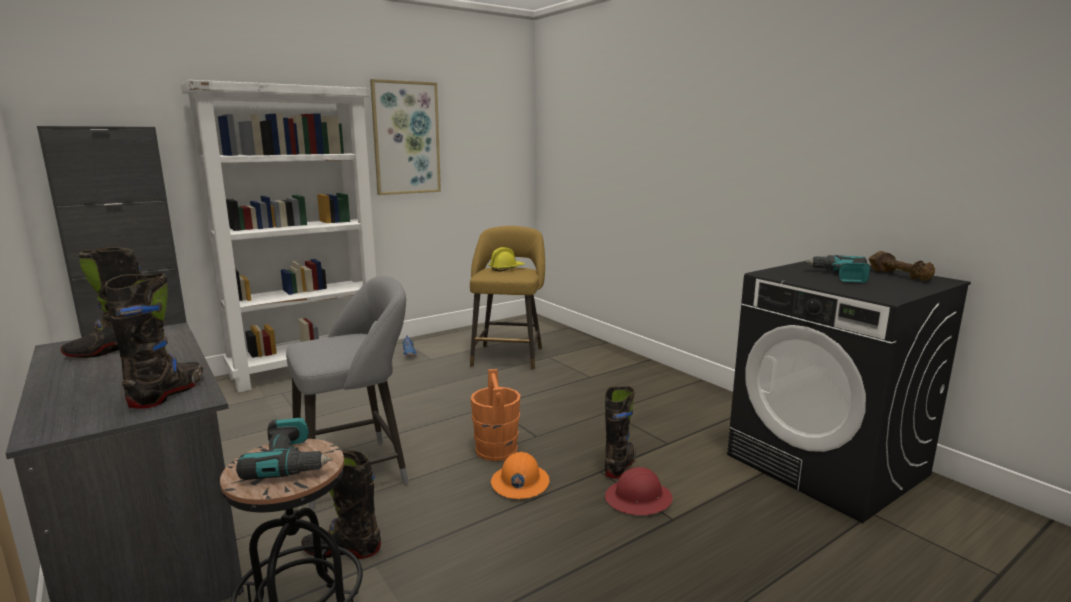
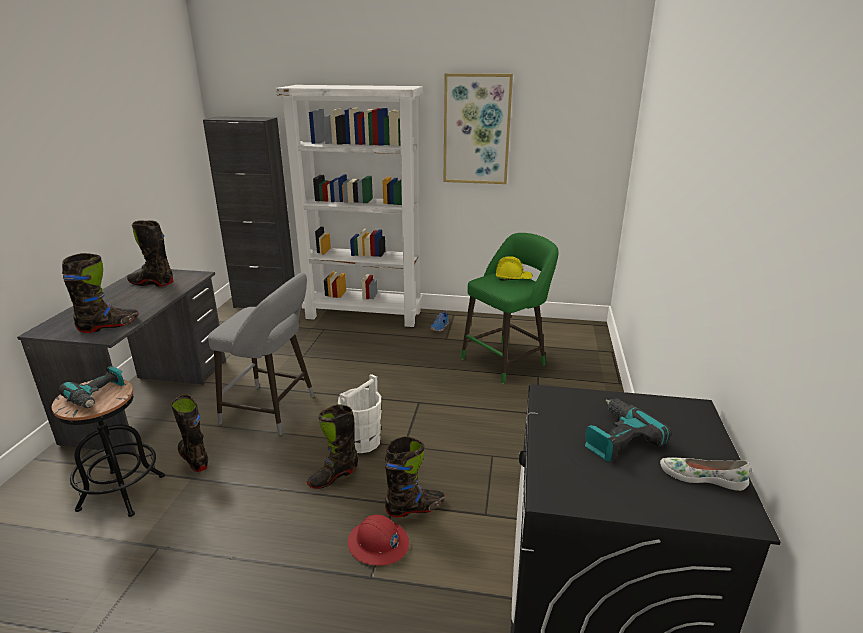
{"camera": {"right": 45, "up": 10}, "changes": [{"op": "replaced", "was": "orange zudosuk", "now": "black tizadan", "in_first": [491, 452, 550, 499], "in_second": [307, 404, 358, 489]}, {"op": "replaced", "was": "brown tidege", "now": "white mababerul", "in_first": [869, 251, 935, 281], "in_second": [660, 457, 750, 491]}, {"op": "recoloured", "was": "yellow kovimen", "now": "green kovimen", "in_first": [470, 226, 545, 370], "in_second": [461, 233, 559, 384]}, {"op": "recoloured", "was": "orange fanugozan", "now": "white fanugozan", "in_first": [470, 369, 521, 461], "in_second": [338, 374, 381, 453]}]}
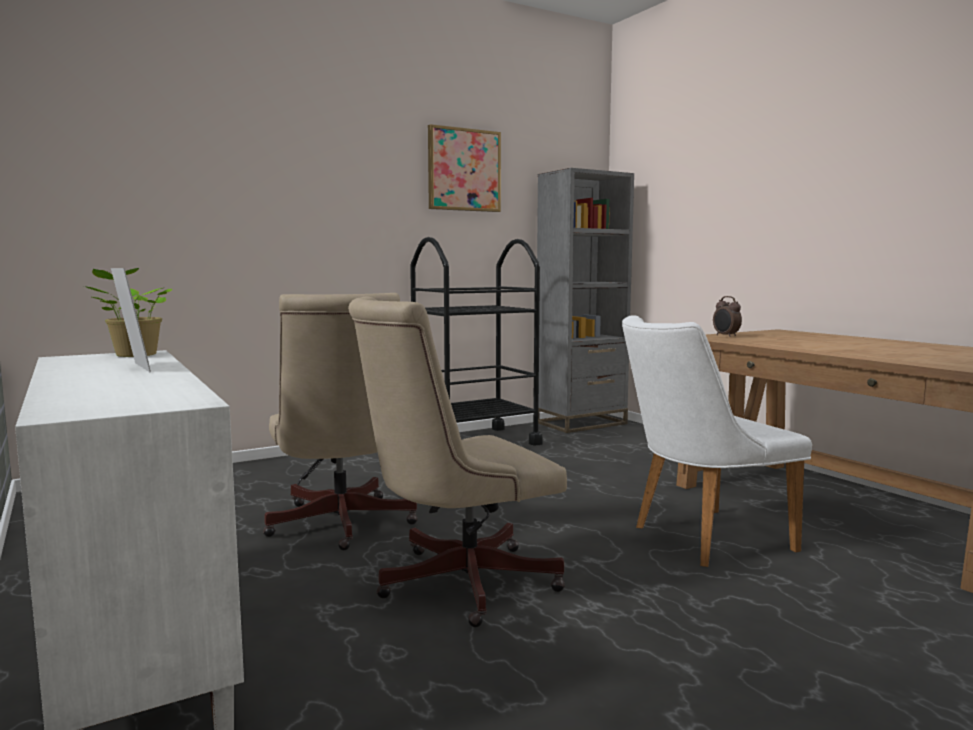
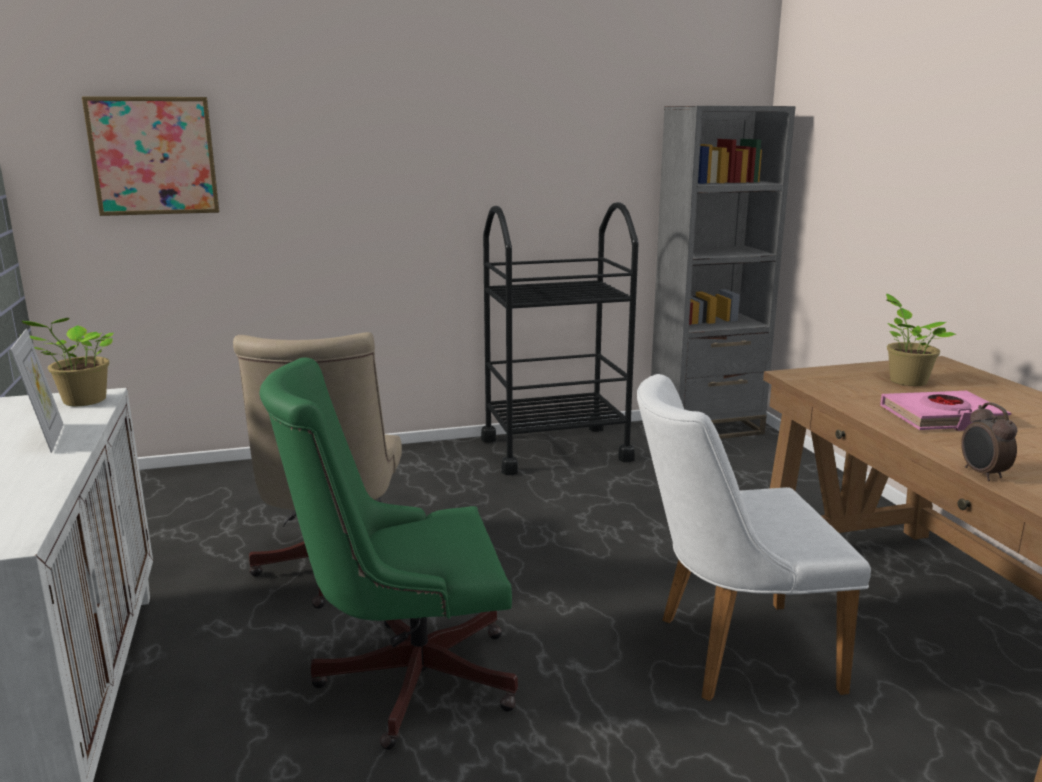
{"camera": {"right": 15, "up": 10}, "changes": [{"op": "added", "now": "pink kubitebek", "in_second": [880, 391, 1011, 431]}, {"op": "added", "now": "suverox", "in_second": [886, 294, 956, 386]}, {"op": "moved", "was": "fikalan", "in_first": [428, 124, 501, 212], "in_second": [82, 96, 219, 216]}, {"op": "moved", "was": "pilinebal", "in_first": [713, 296, 742, 337], "in_second": [961, 403, 1017, 481]}, {"op": "recoloured", "was": "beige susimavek", "now": "green susimavek", "in_first": [348, 296, 567, 627], "in_second": [259, 357, 518, 750]}]}
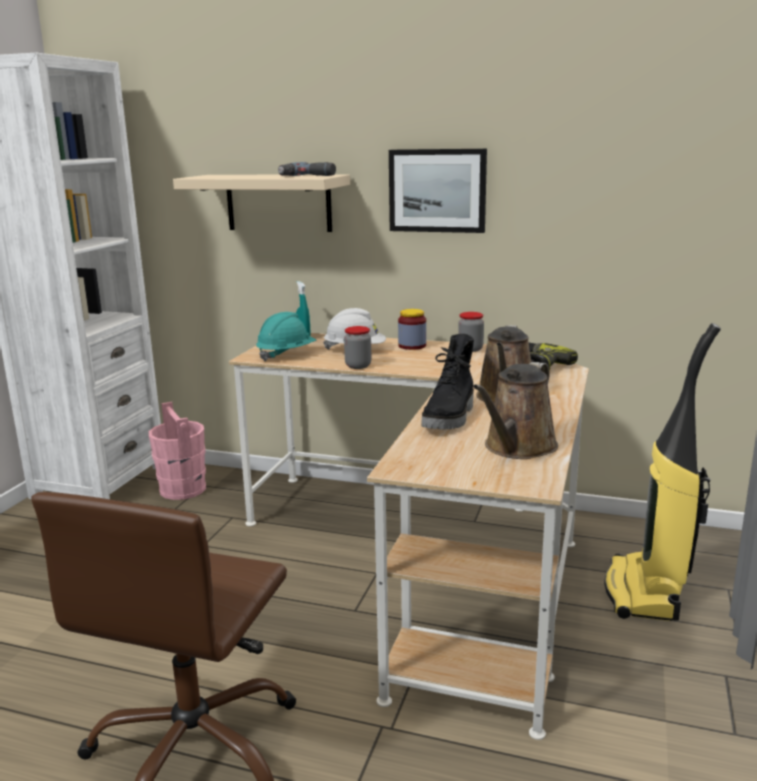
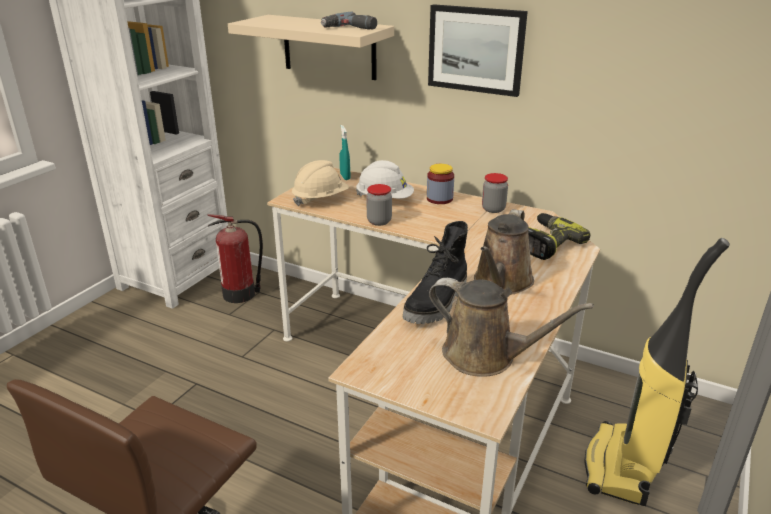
{"camera": {"right": 10, "up": 10}, "changes": [{"op": "replaced", "was": "pink fanugozan", "now": "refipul", "in_first": [149, 402, 206, 500], "in_second": [207, 214, 263, 303]}, {"op": "recoloured", "was": "turquoise zudosuk", "now": "beige zudosuk", "in_first": [256, 312, 316, 361], "in_second": [292, 160, 349, 206]}, {"op": "turned", "was": "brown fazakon", "in_first": [473, 362, 558, 459], "in_second": [429, 278, 594, 377], "clockwise": -105}]}
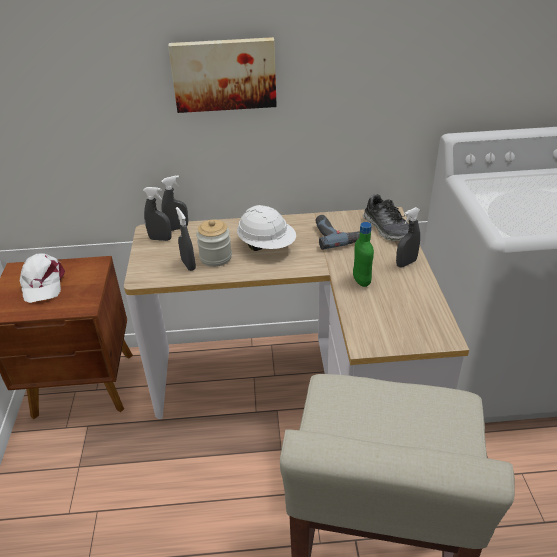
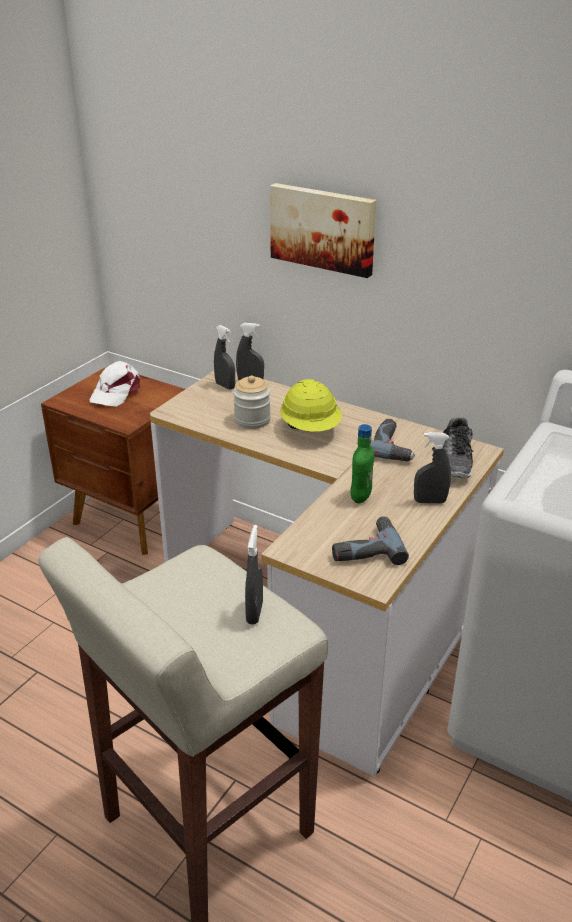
{"camera": {"right": 35, "up": -5}, "changes": [{"op": "added", "now": "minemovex", "in_second": [332, 516, 409, 565]}, {"op": "moved", "was": "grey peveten", "in_first": [176, 207, 196, 271], "in_second": [245, 525, 263, 625]}, {"op": "recoloured", "was": "white zudosuk", "now": "yellow zudosuk", "in_first": [237, 205, 296, 251], "in_second": [280, 379, 342, 432]}]}
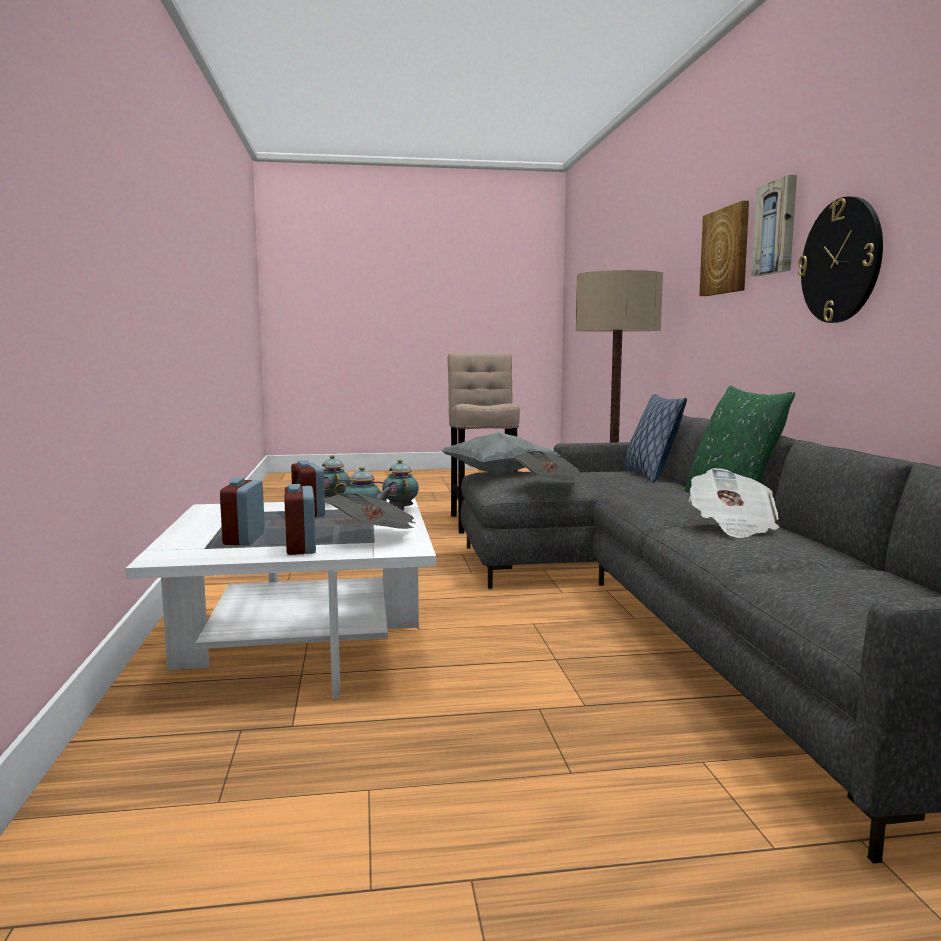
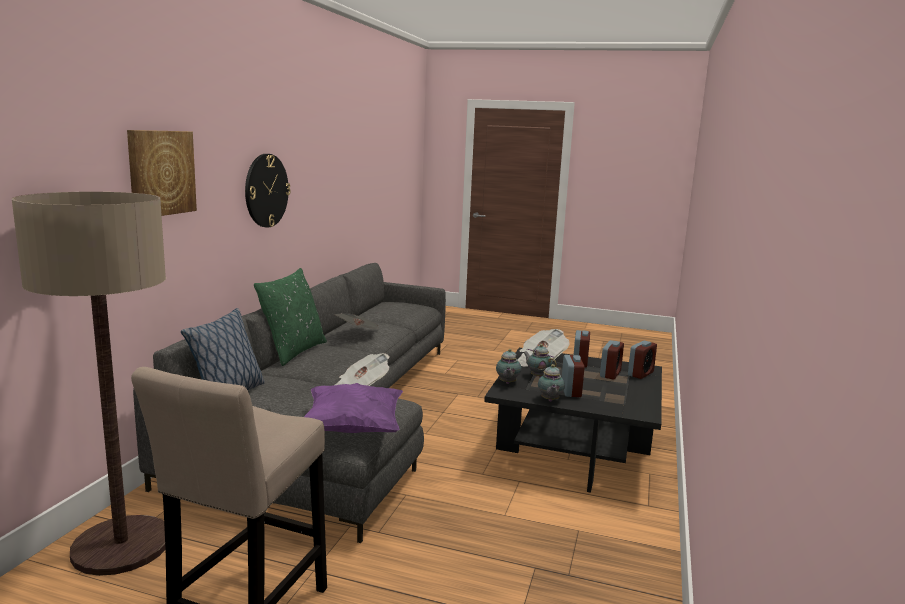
{"camera": {"right": -155, "up": 5}, "changes": [{"op": "removed", "was": "fikalan", "in_first": [751, 175, 797, 276]}, {"op": "added", "now": "pilinebal", "in_second": [628, 341, 657, 379]}, {"op": "recoloured", "was": "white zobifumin", "now": "black zobifumin", "in_first": [125, 498, 436, 699], "in_second": [484, 348, 662, 493]}, {"op": "recoloured", "was": "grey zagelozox", "now": "purple zagelozox", "in_first": [441, 433, 561, 475], "in_second": [304, 383, 403, 433]}]}
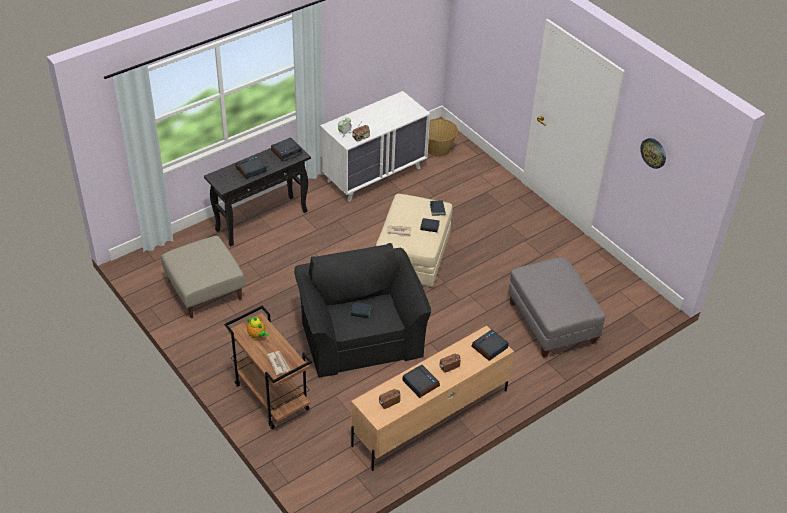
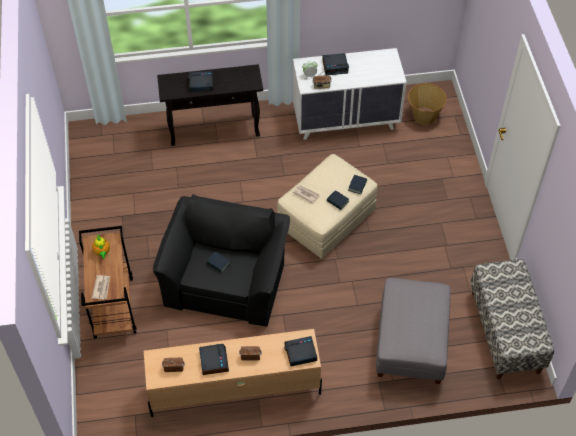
{"camera": {"right": 30, "up": 10}, "changes": [{"op": "removed", "was": "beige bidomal", "in_first": [161, 236, 245, 318]}, {"op": "removed", "was": "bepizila", "in_first": [640, 138, 666, 169]}, {"op": "added", "now": "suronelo", "in_second": [470, 259, 554, 379]}, {"op": "moved", "was": "pilinebal", "in_first": [271, 138, 302, 162], "in_second": [322, 53, 349, 75]}]}
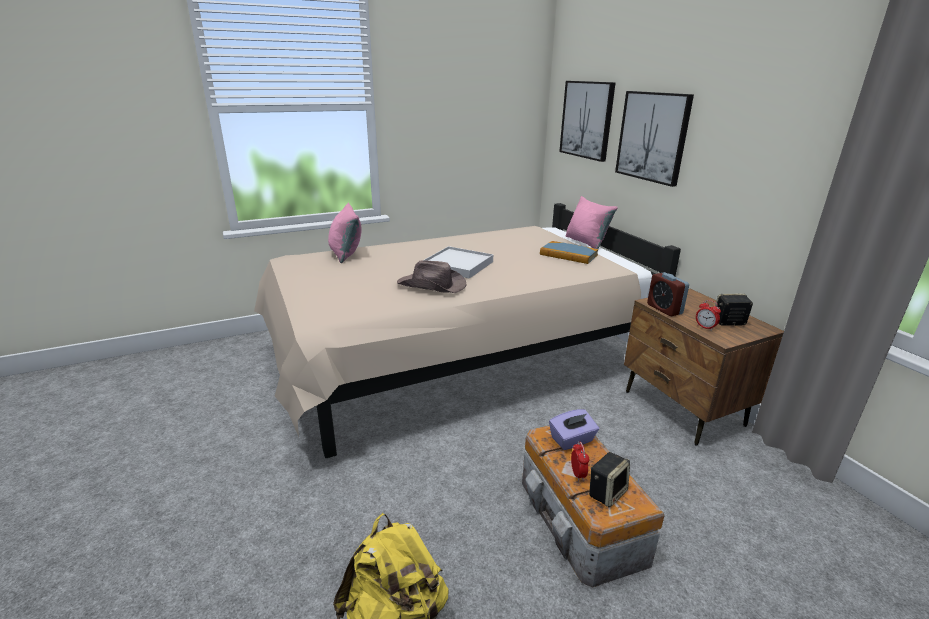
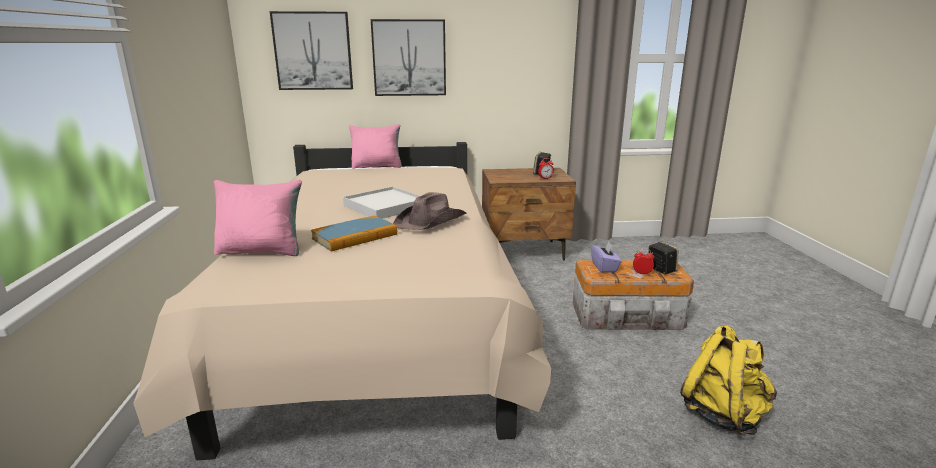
{"camera": {"right": -70, "up": -5}, "changes": [{"op": "removed", "was": "pilinebal", "in_first": [647, 272, 689, 316]}, {"op": "moved", "was": "kubitebek", "in_first": [540, 241, 598, 264], "in_second": [311, 216, 397, 251]}]}
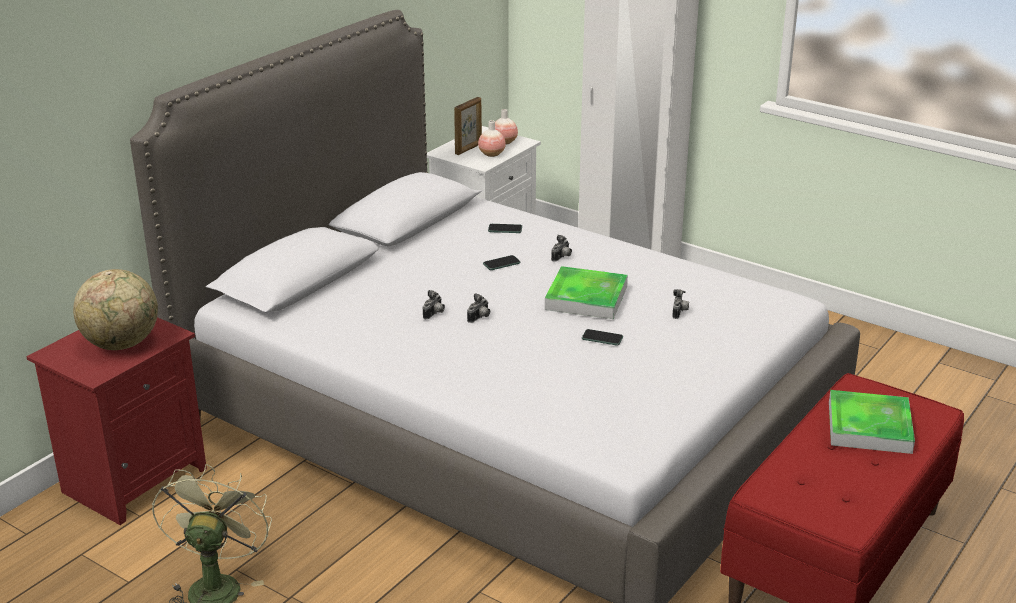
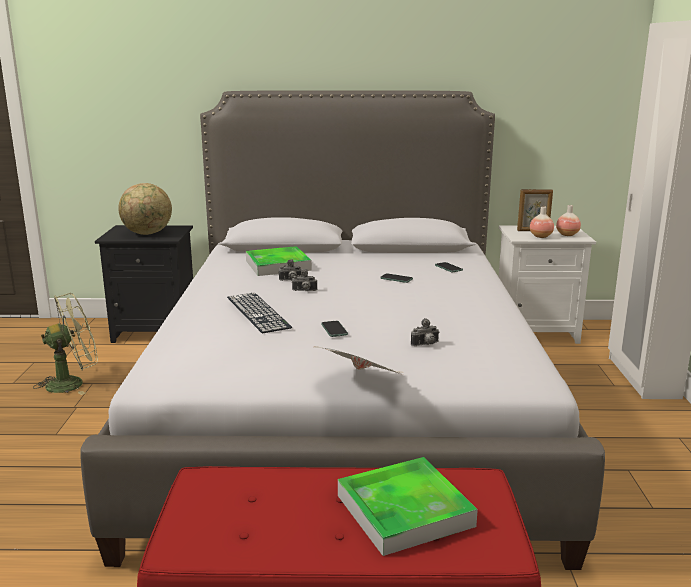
{"camera": {"right": 55, "up": -10}, "changes": [{"op": "removed", "was": "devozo", "in_first": [551, 235, 572, 262]}, {"op": "added", "now": "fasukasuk", "in_second": [227, 293, 292, 333]}, {"op": "added", "now": "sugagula", "in_second": [313, 346, 403, 375]}, {"op": "moved", "was": "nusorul", "in_first": [545, 266, 628, 319], "in_second": [246, 246, 312, 276]}, {"op": "recoloured", "was": "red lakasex", "now": "black lakasex", "in_first": [26, 317, 207, 525], "in_second": [95, 225, 193, 343]}]}
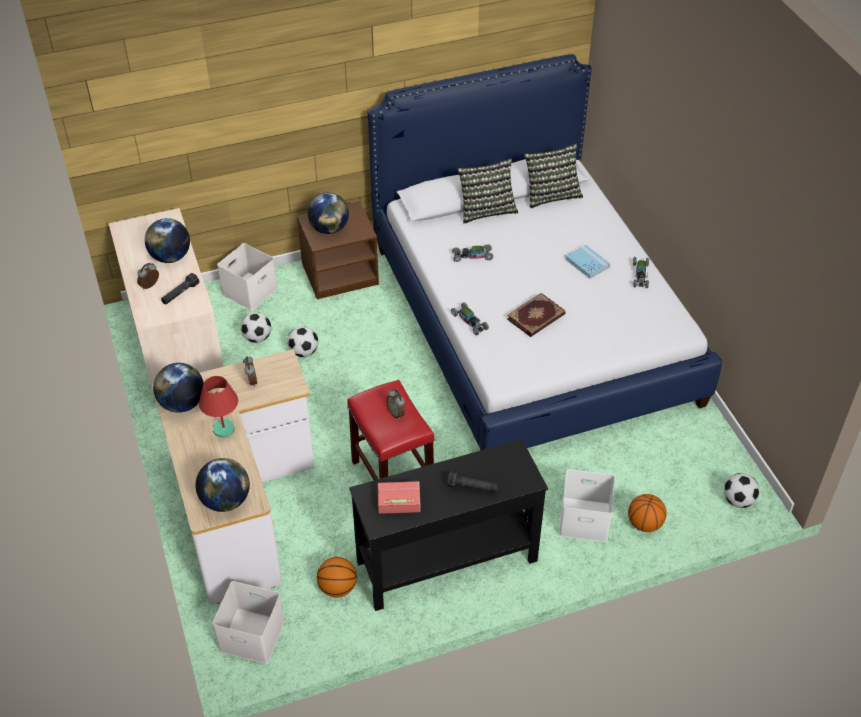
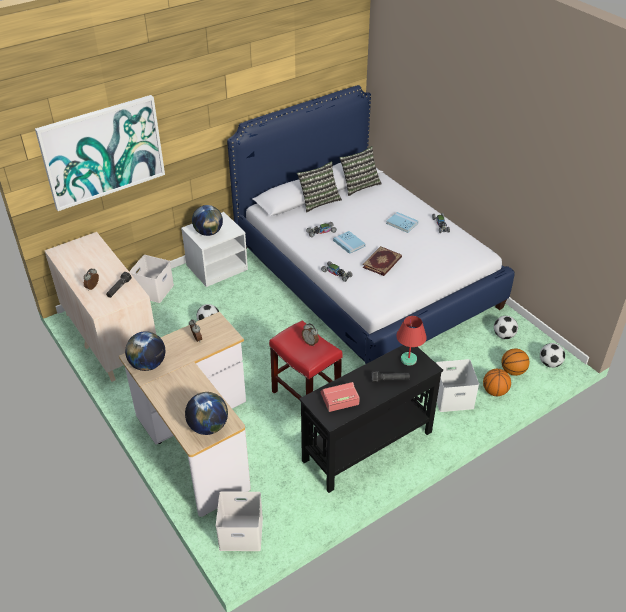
{"camera": {"right": -15, "up": -5}, "changes": [{"op": "removed", "was": "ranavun", "in_first": [145, 218, 190, 263]}, {"op": "added", "now": "fikalan", "in_second": [35, 95, 165, 211]}, {"op": "added", "now": "blue kubitebek", "in_second": [333, 231, 366, 254]}, {"op": "moved", "was": "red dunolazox", "in_first": [199, 376, 238, 438], "in_second": [396, 316, 427, 366]}, {"op": "moved", "was": "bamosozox", "in_first": [240, 312, 271, 343], "in_second": [494, 316, 518, 339]}, {"op": "moved", "was": "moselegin", "in_first": [317, 557, 357, 597], "in_second": [502, 348, 529, 376]}, {"op": "recoloured", "was": "brown lakasex", "now": "white lakasex", "in_first": [297, 201, 379, 299], "in_second": [181, 212, 248, 287]}]}
